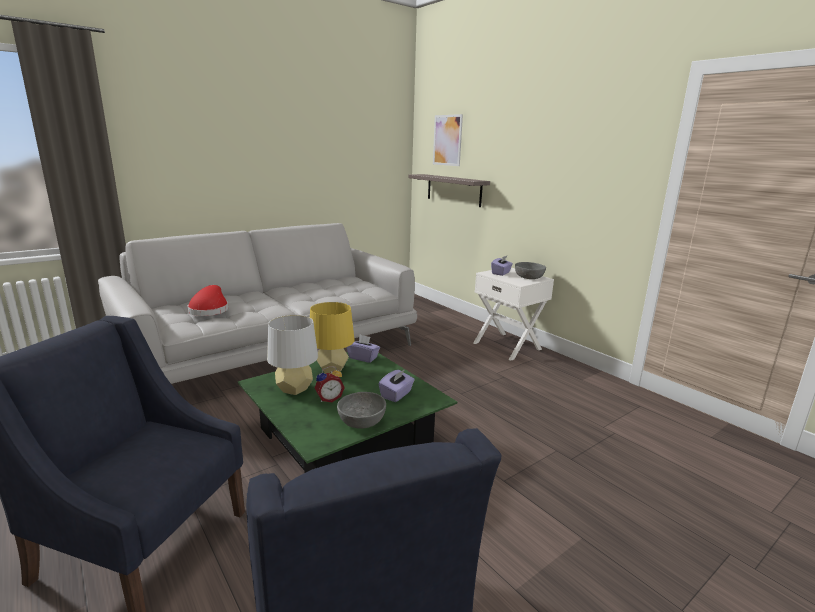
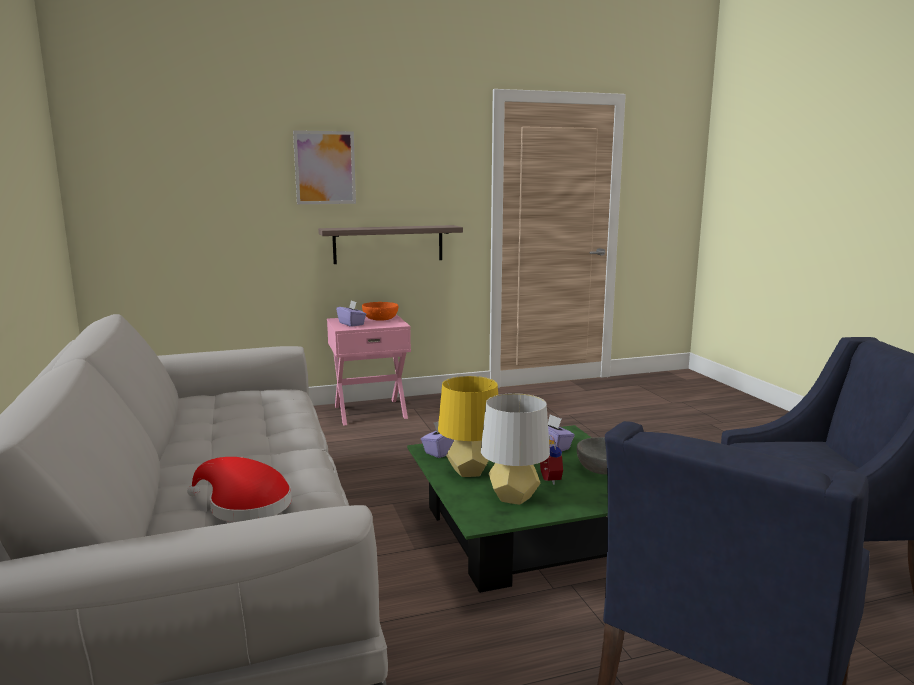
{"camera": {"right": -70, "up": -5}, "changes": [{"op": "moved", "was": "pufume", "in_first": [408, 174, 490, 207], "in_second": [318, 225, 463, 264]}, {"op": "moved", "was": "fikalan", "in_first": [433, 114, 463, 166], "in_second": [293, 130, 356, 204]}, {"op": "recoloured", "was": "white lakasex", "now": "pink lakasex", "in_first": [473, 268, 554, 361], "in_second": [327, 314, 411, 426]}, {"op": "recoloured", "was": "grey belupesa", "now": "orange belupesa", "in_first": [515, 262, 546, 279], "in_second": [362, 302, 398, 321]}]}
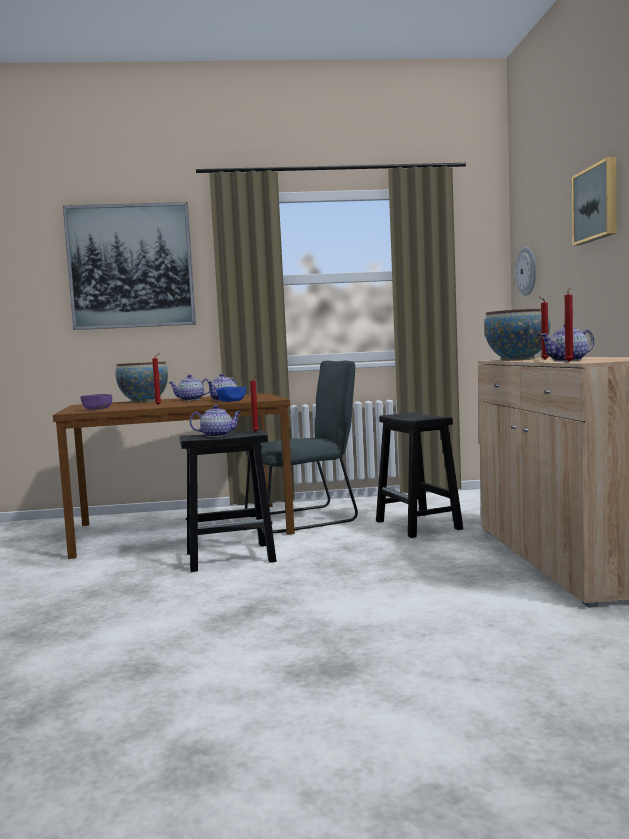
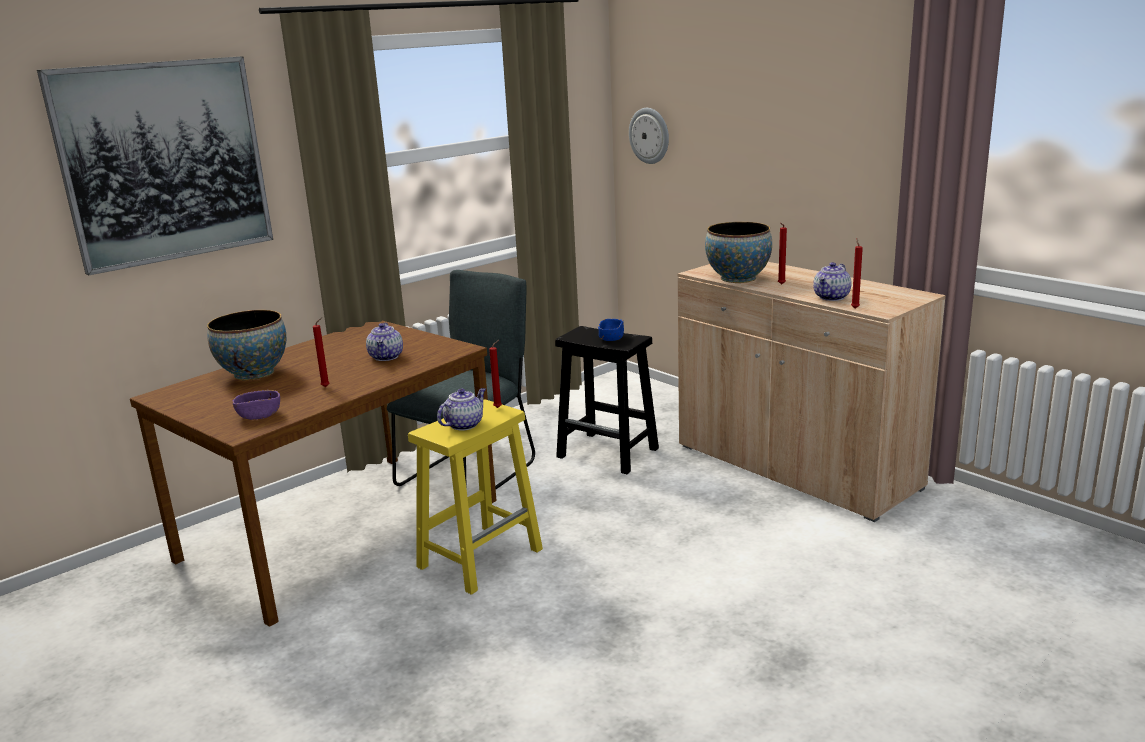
{"camera": {"right": -35, "up": 15}, "changes": [{"op": "removed", "was": "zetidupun", "in_first": [169, 374, 209, 401]}, {"op": "removed", "was": "fikalan", "in_first": [572, 157, 617, 246]}, {"op": "moved", "was": "blue belupesa", "in_first": [216, 386, 246, 402], "in_second": [598, 319, 624, 341]}, {"op": "recoloured", "was": "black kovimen", "now": "yellow kovimen", "in_first": [179, 430, 276, 572], "in_second": [408, 399, 543, 595]}]}
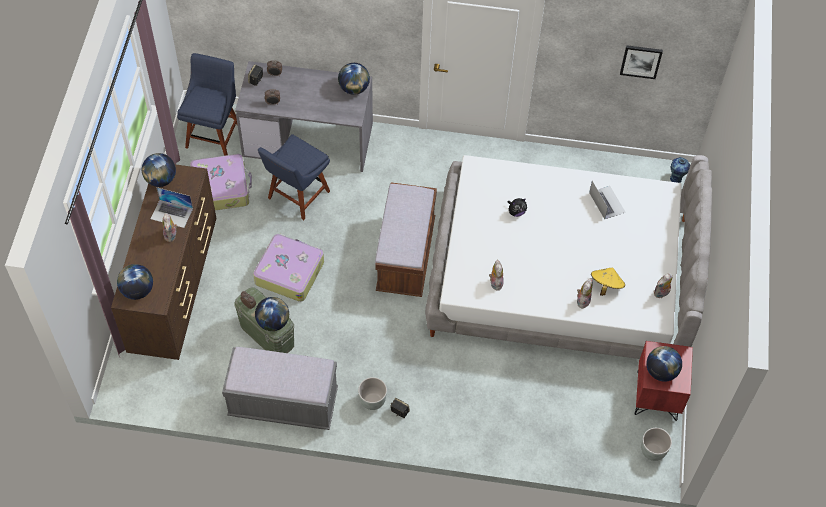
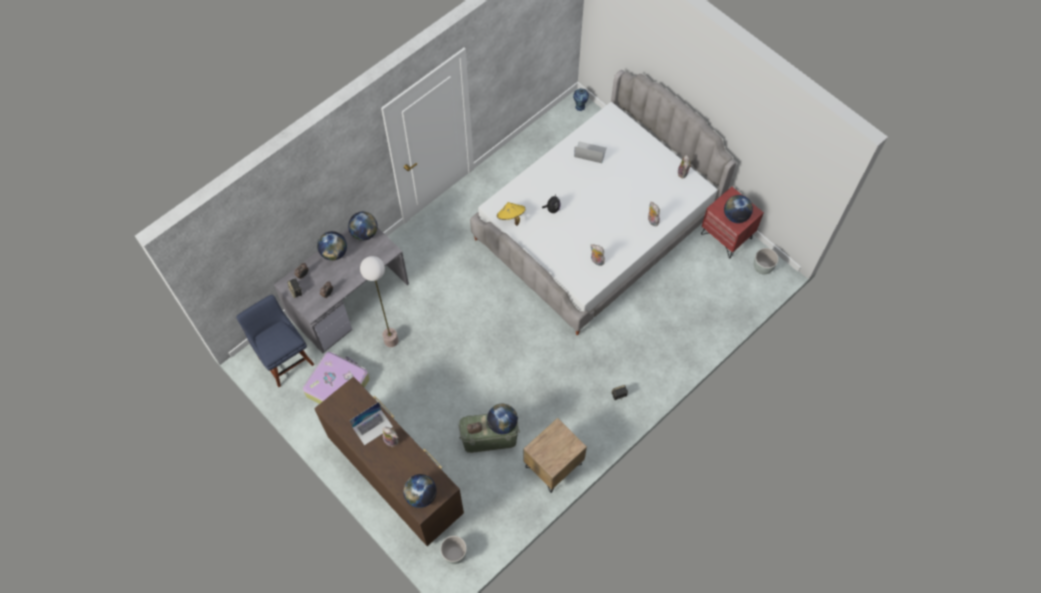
{"camera": {"right": -50, "up": 5}, "changes": [{"op": "removed", "was": "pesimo", "in_first": [253, 234, 324, 302]}, {"op": "removed", "was": "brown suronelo", "in_first": [375, 182, 437, 297]}, {"op": "removed", "was": "fikalan", "in_first": [620, 45, 663, 79]}, {"op": "moved", "was": "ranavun", "in_first": [142, 153, 176, 187], "in_second": [317, 231, 347, 261]}, {"op": "moved", "was": "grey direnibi", "in_first": [358, 377, 387, 410], "in_second": [440, 536, 467, 564]}, {"op": "moved", "was": "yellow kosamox", "in_first": [591, 267, 625, 296], "in_second": [497, 202, 525, 226]}, {"op": "replaced", "was": "grey suronelo", "now": "brown lakasex", "in_first": [222, 347, 338, 430], "in_second": [524, 418, 587, 493]}, {"op": "replaced", "was": "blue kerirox", "now": "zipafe", "in_first": [258, 134, 330, 220], "in_second": [360, 256, 398, 347]}]}
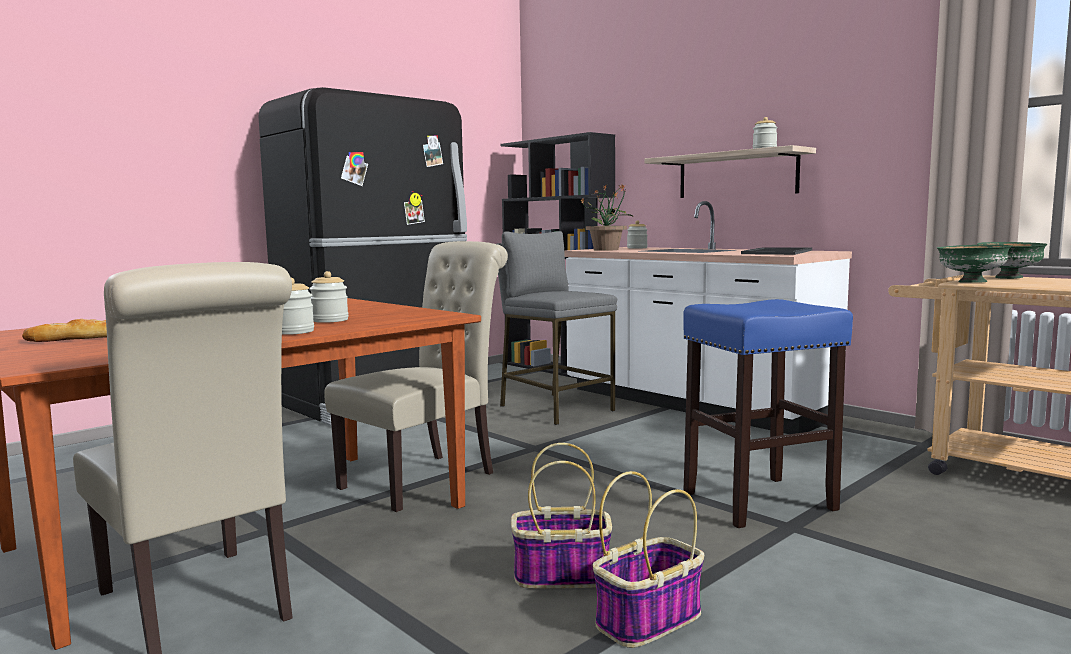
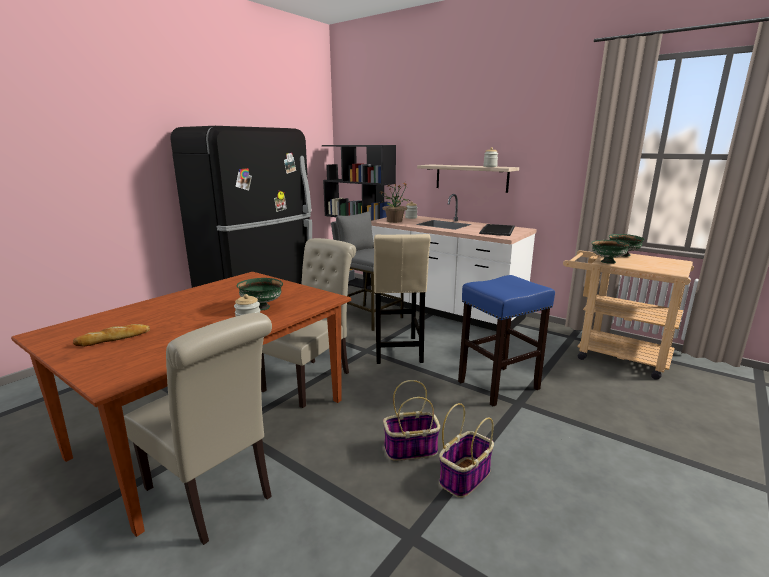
{"camera": {"right": -10, "up": 10}, "changes": [{"op": "added", "now": "beige kovimen", "in_second": [374, 234, 430, 364]}, {"op": "replaced", "was": "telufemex", "now": "green belupesa", "in_first": [309, 271, 349, 323], "in_second": [237, 278, 283, 311]}]}
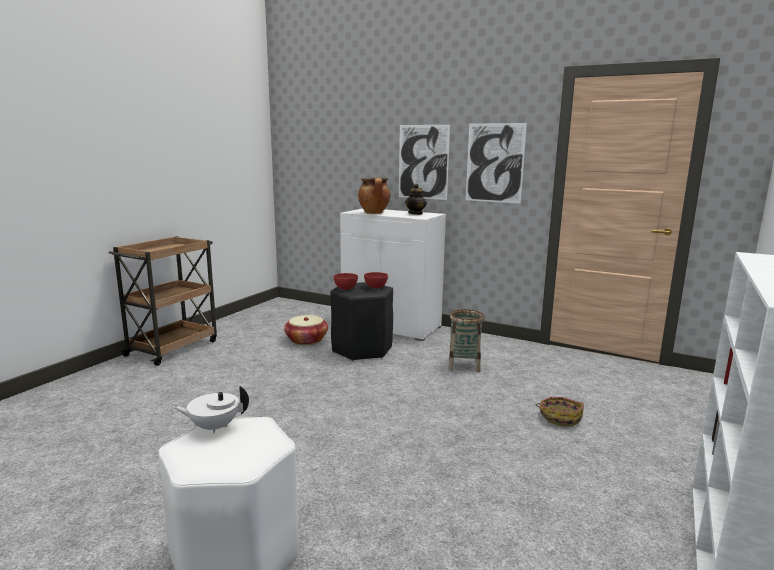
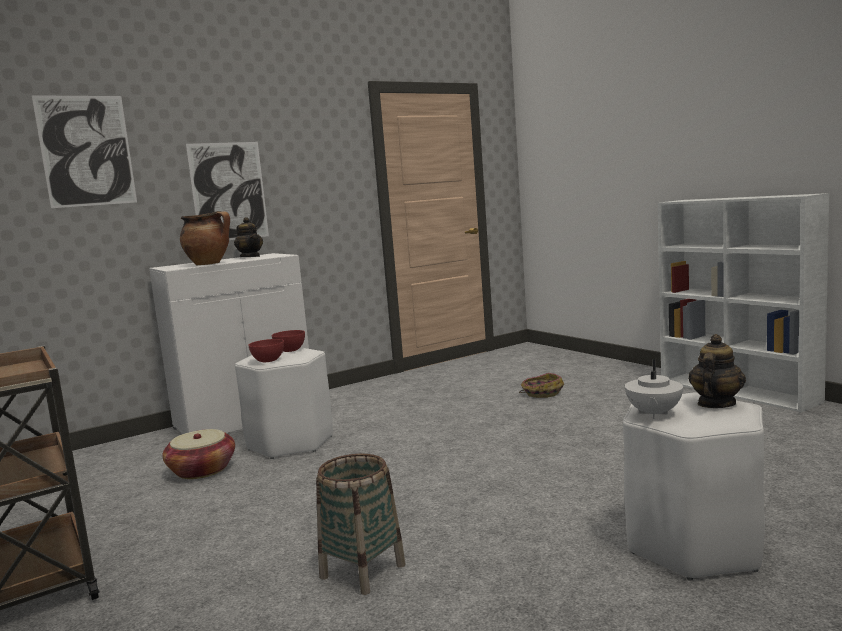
{"camera": {"right": -60, "up": -5}, "changes": [{"op": "added", "now": "zetidupun", "in_second": [688, 334, 746, 408]}, {"op": "moved", "was": "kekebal", "in_first": [448, 309, 484, 372], "in_second": [316, 454, 405, 595]}, {"op": "moved", "was": "fikalan", "in_first": [466, 123, 527, 204], "in_second": [32, 95, 137, 208]}, {"op": "recoloured", "was": "black kovimen", "now": "white kovimen", "in_first": [330, 282, 393, 361], "in_second": [235, 347, 333, 459]}]}
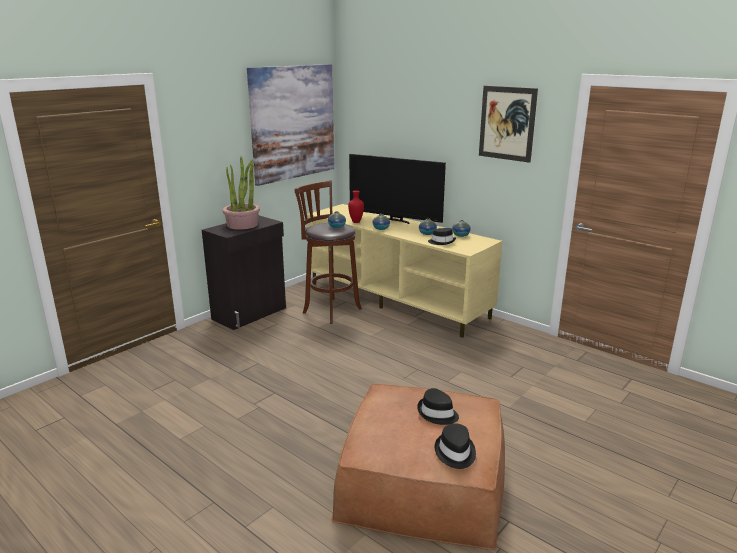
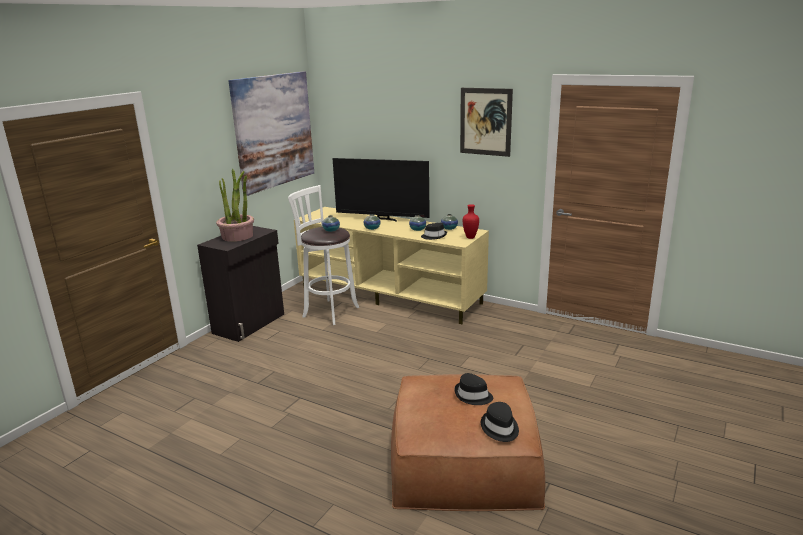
{"camera": {"right": -10, "up": 0}, "changes": [{"op": "moved", "was": "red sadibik", "in_first": [348, 190, 364, 223], "in_second": [463, 204, 479, 239]}, {"op": "recoloured", "was": "brown kovimen", "now": "white kovimen", "in_first": [295, 180, 362, 324], "in_second": [288, 185, 359, 325]}]}
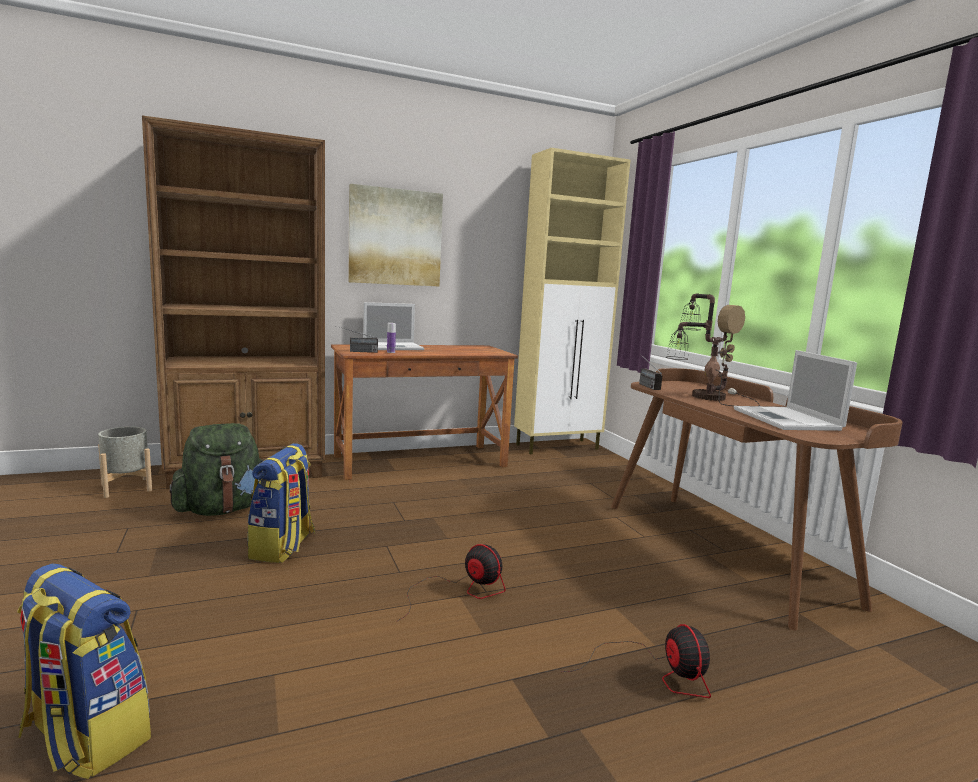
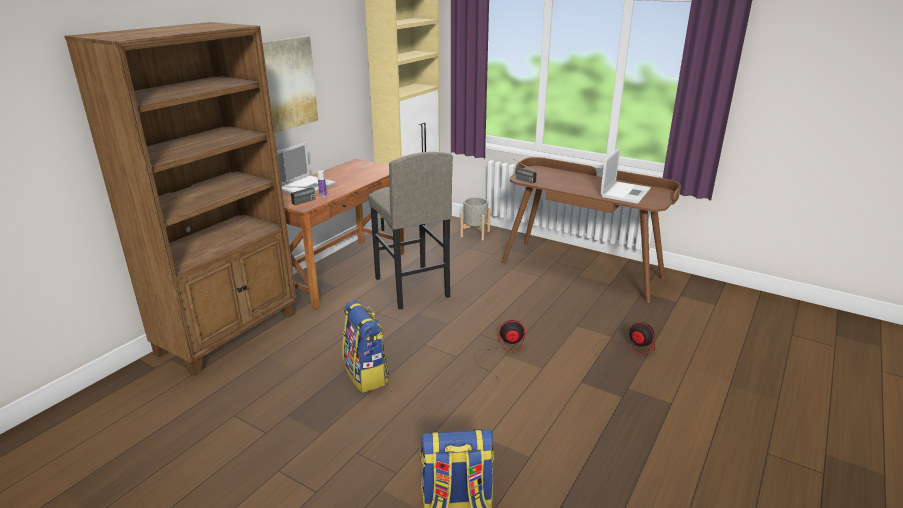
{"camera": {"right": -35, "up": 15}, "changes": [{"op": "removed", "was": "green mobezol", "in_first": [169, 423, 262, 516]}, {"op": "removed", "was": "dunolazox", "in_first": [666, 294, 760, 406]}, {"op": "added", "now": "grey kovimen", "in_second": [368, 152, 453, 310]}, {"op": "moved", "was": "grey direnibi", "in_first": [98, 427, 152, 498], "in_second": [460, 197, 491, 240]}, {"op": "turned", "was": "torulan", "in_first": [734, 350, 857, 431], "in_second": [600, 148, 651, 204], "clockwise": -105}]}
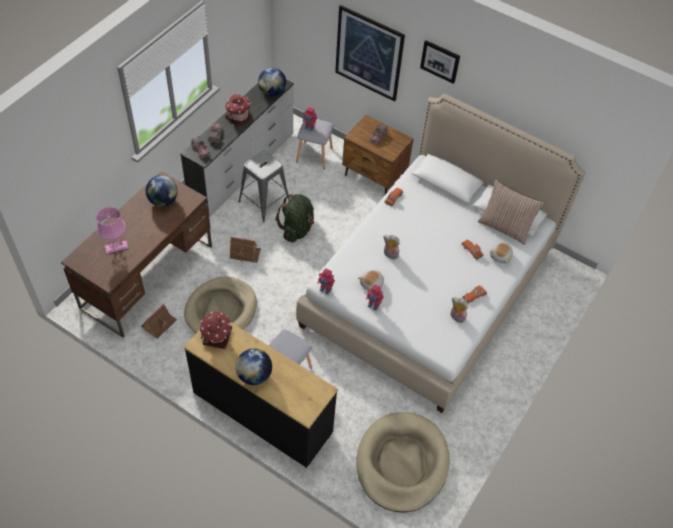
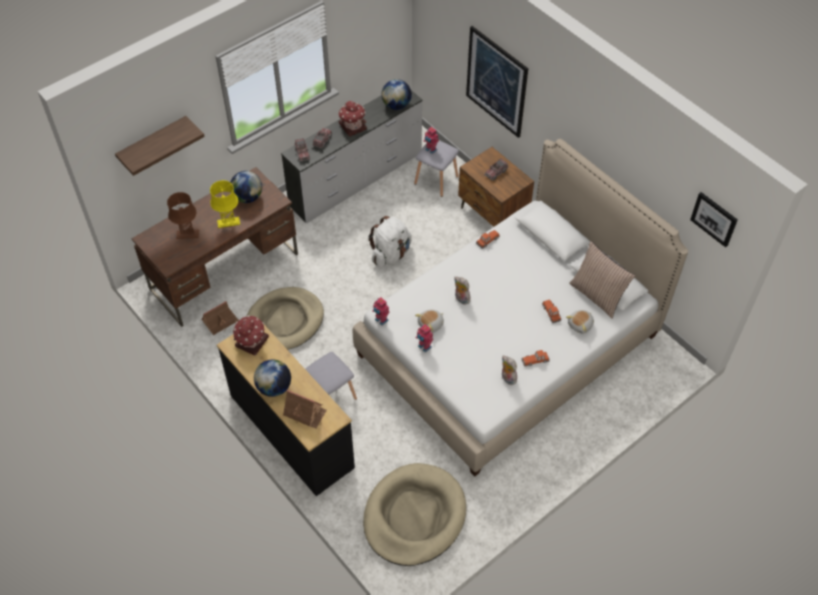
{"camera": {"right": 20, "up": 0}, "changes": [{"op": "removed", "was": "grey kovimen", "in_first": [238, 151, 290, 223]}, {"op": "added", "now": "pufume", "in_second": [115, 116, 205, 176]}, {"op": "added", "now": "yellow dunolazox", "in_second": [210, 180, 240, 228]}, {"op": "moved", "was": "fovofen", "in_first": [230, 237, 261, 263], "in_second": [283, 390, 327, 429]}, {"op": "moved", "was": "fikalan", "in_first": [420, 40, 460, 84], "in_second": [690, 192, 738, 247]}, {"op": "recoloured", "was": "pink dunolazox", "now": "brown dunolazox", "in_first": [96, 207, 128, 254], "in_second": [167, 192, 199, 239]}, {"op": "recoloured", "was": "green mobezol", "now": "white mobezol", "in_first": [275, 194, 314, 242], "in_second": [368, 216, 412, 267]}]}
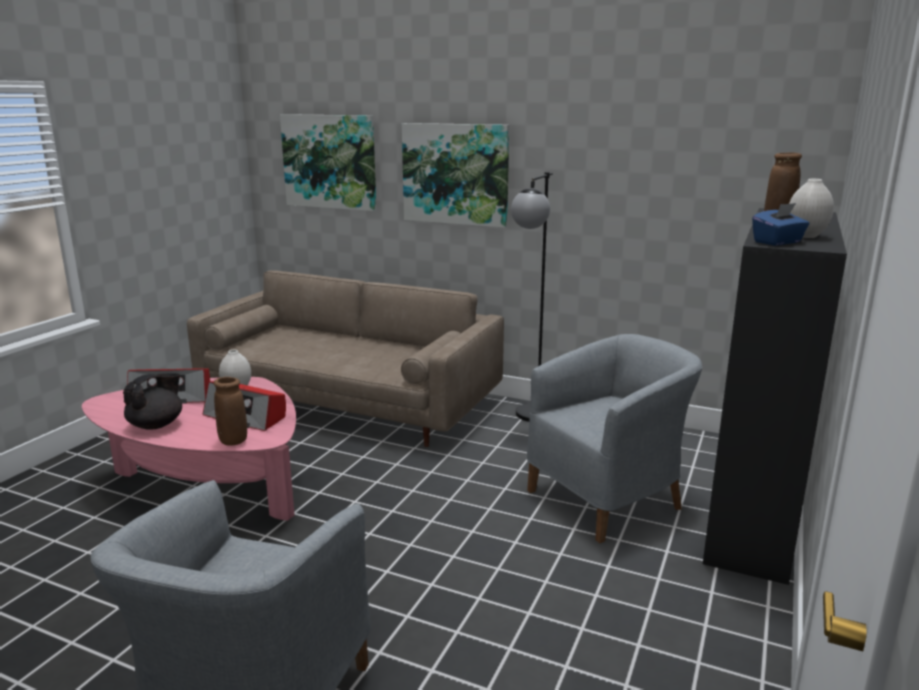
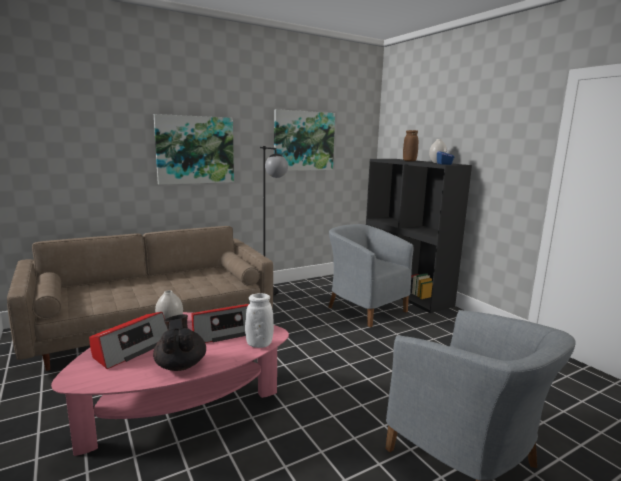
{"camera": {"right": -55, "up": -5}, "changes": [{"op": "moved", "was": "fikalan", "in_first": [280, 114, 377, 211], "in_second": [274, 109, 335, 171]}, {"op": "recoloured", "was": "brown sadibik", "now": "white sadibik", "in_first": [214, 377, 247, 446], "in_second": [245, 293, 274, 348]}, {"op": "turned", "was": "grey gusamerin", "in_first": [527, 334, 702, 543], "in_second": [328, 224, 413, 327], "clockwise": -45}]}
